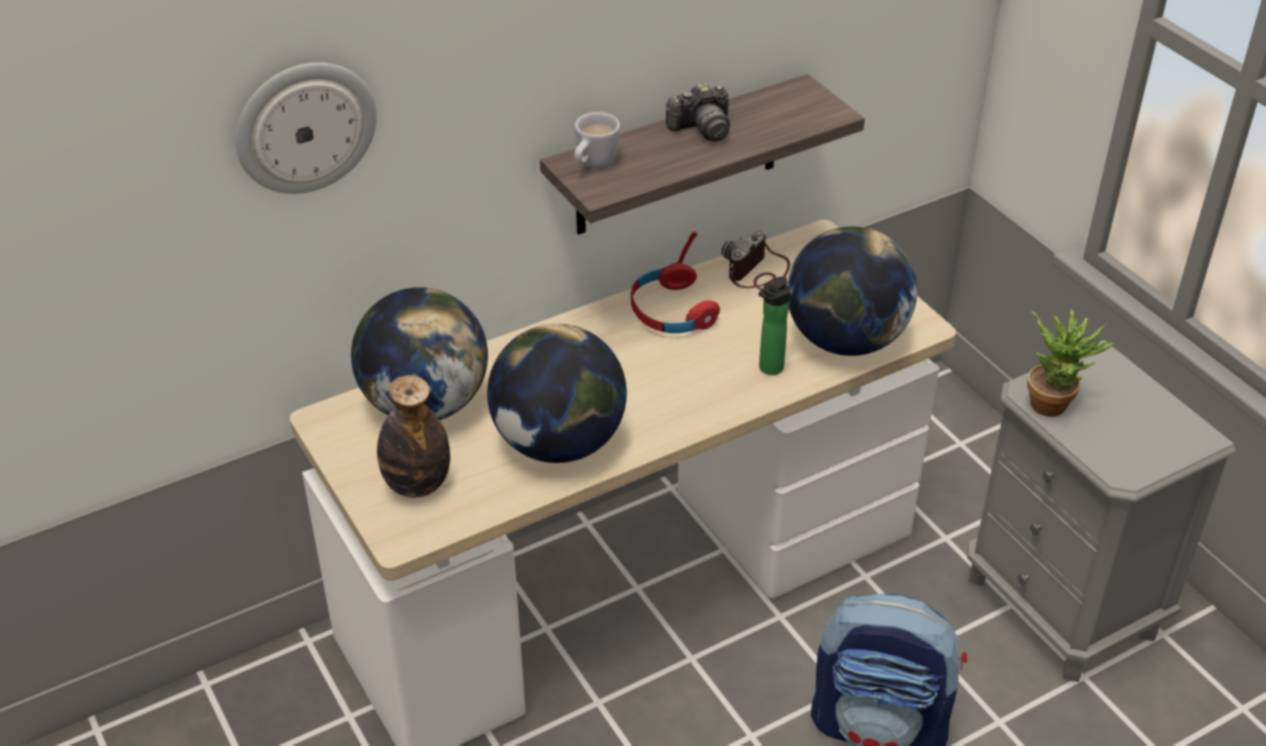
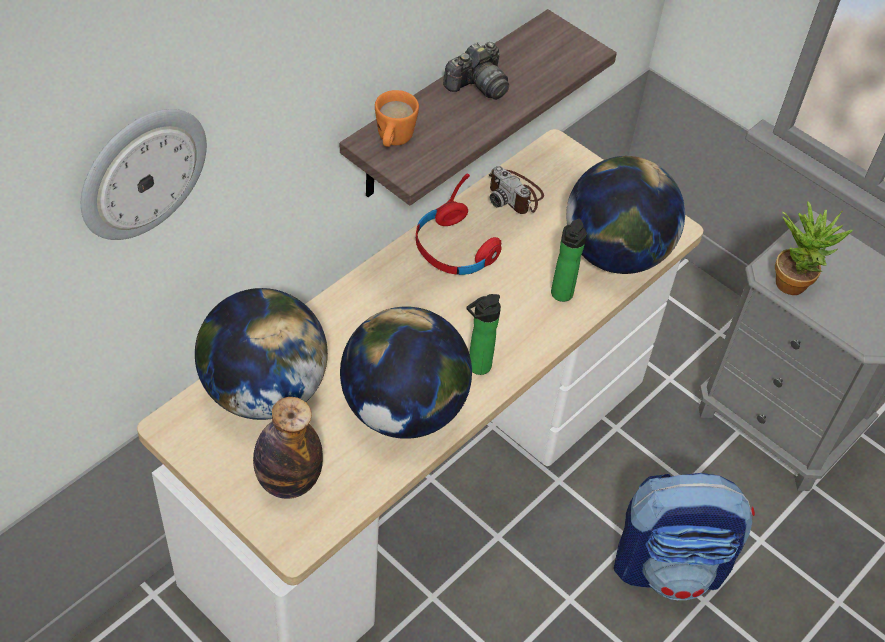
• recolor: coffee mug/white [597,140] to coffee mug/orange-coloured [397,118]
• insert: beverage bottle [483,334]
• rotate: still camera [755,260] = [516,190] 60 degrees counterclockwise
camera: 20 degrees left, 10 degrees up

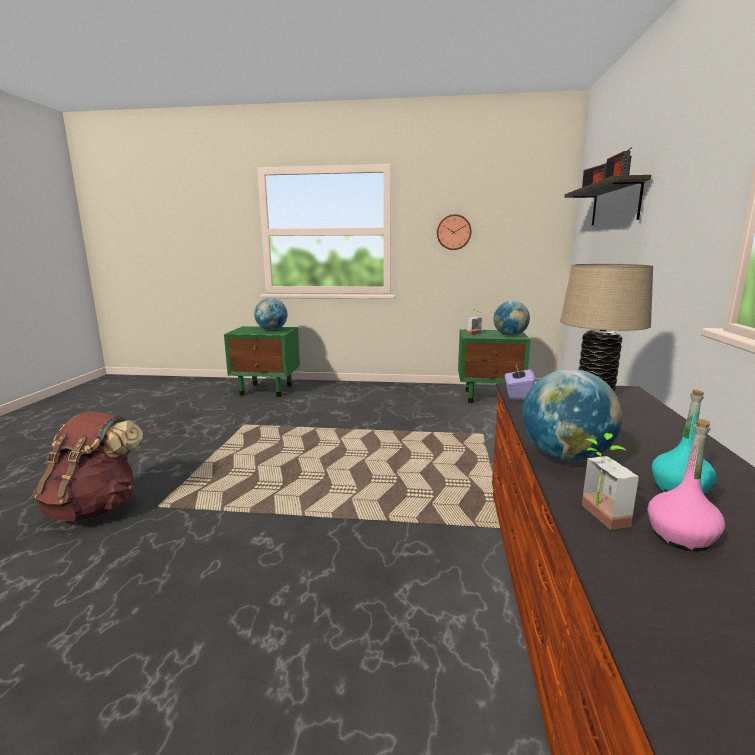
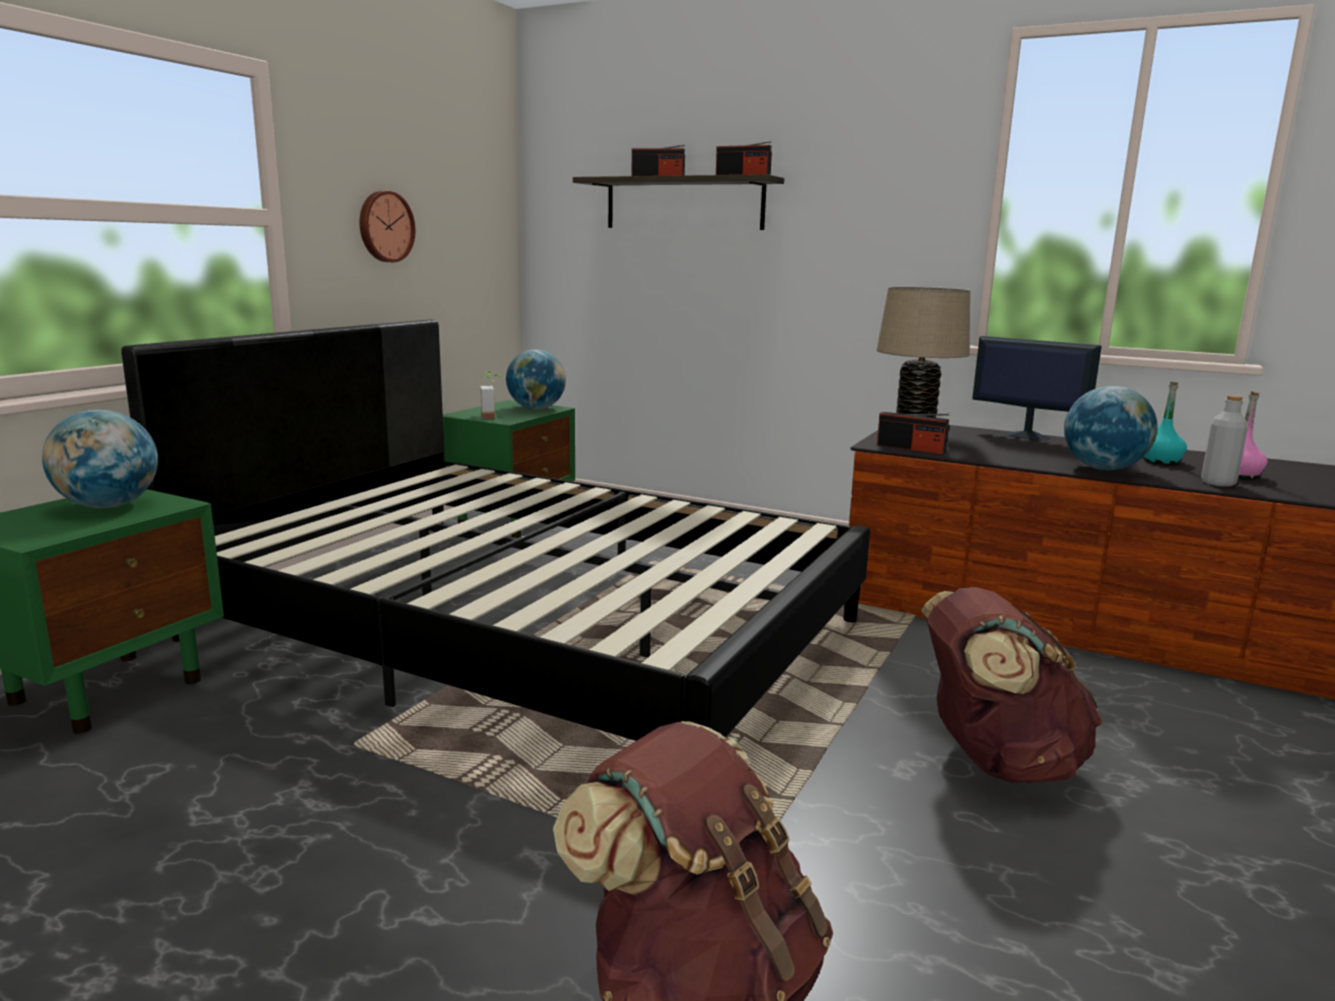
• insert: bedroom bed/black [495,530]
• replace: box of tissues/purple [520,382] to radio [913,433]
• insert: knapsack/brown-coloured [1012,685]
• insert: computer screen [1037,388]
• replace: houseplant [610,481] to beverage bottle/grey [1224,441]
camera: 70 degrees left, 0 degrees up

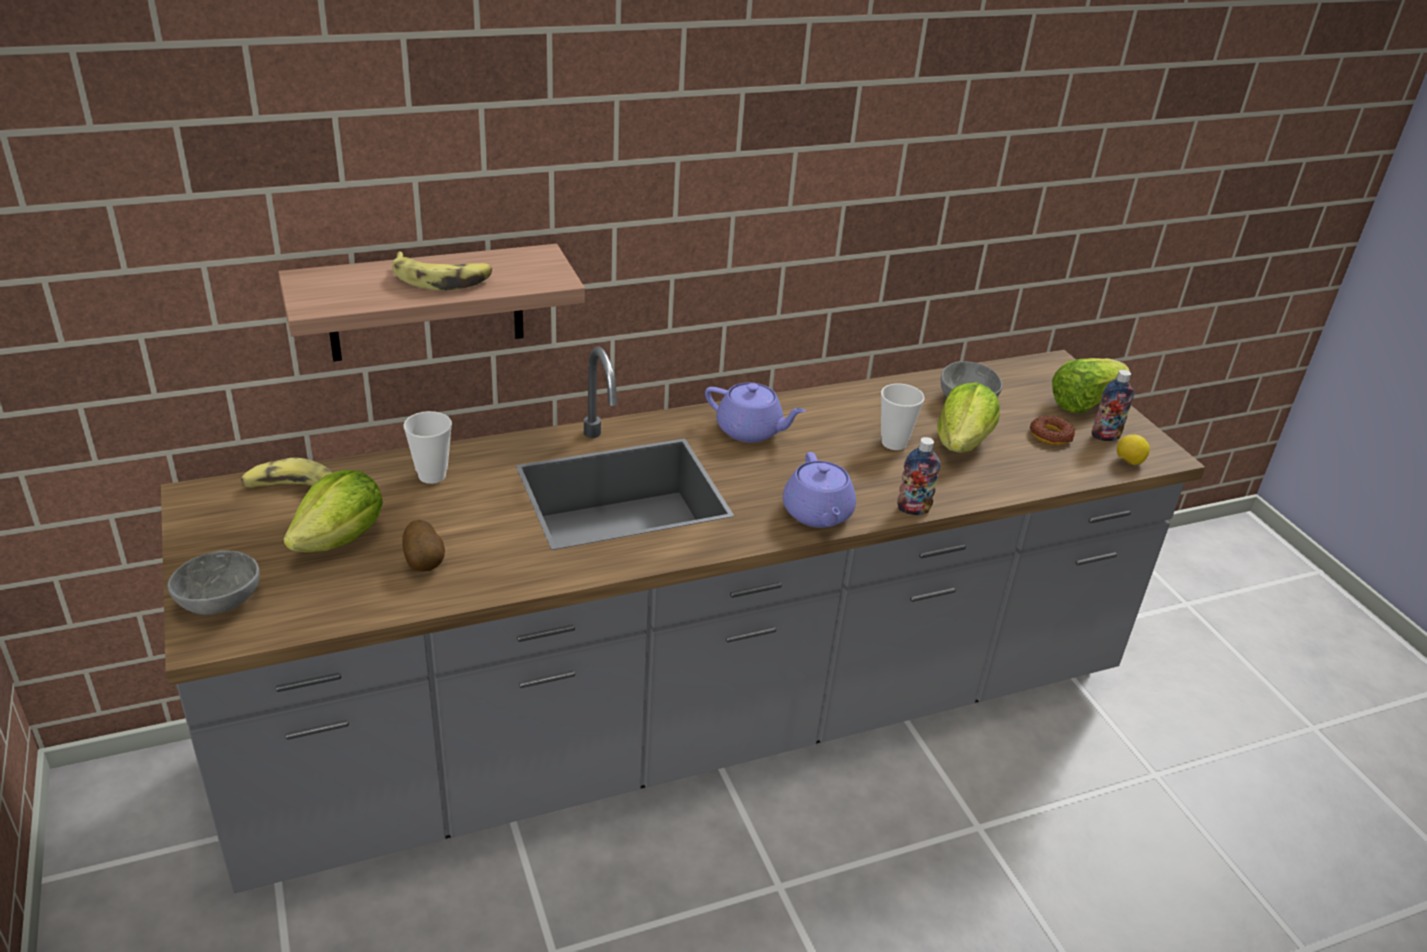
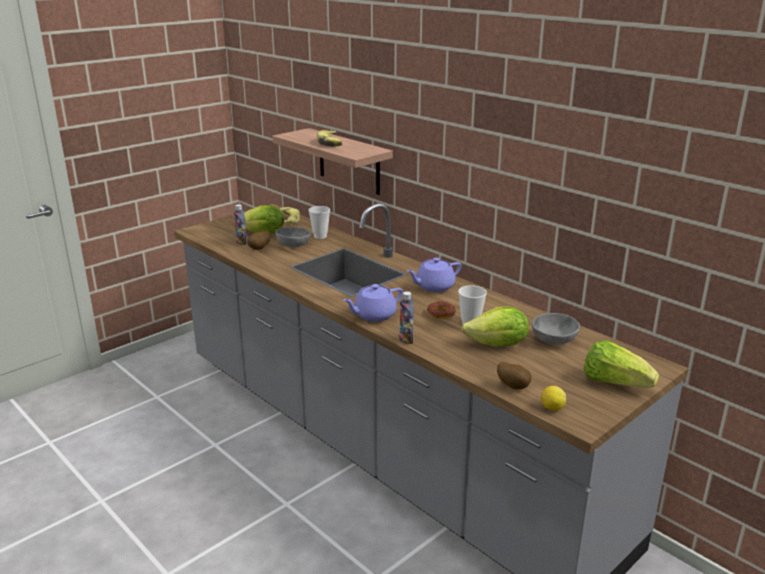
• move: beverage bottle [1113,405] to [240,224]
• move: serving bowl/grey [213,582] to [293,237]
• rotate: pot for tea/purple [755,413] = [434,275] 60 degrees clockwise
• move: doughnut [1052,430] to [441,310]
• insert: spud [514,376]
camera: 70 degrees right, 10 degrees down

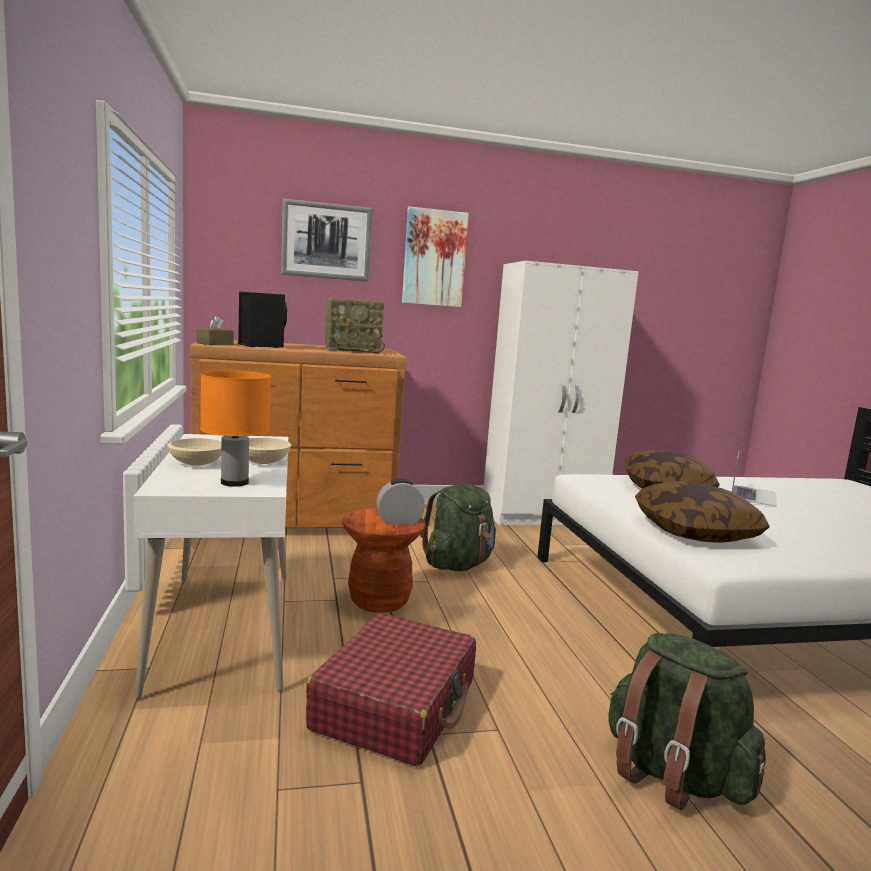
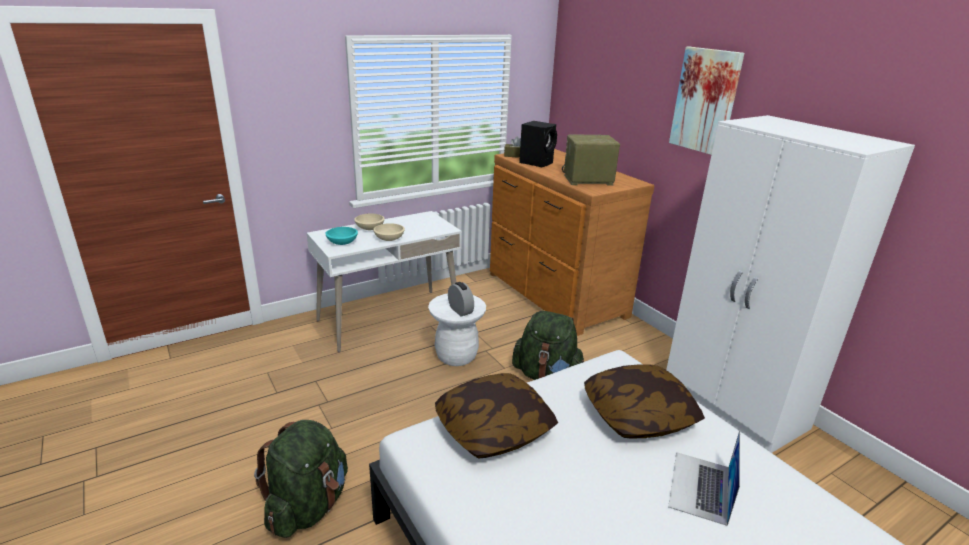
• replace: lamp for a table/orange-coloured [235,429] to serving bowl/turquoise-coloured [341,236]
• recolor: stool/brown-coloured [384,560] to stool/white [457,330]
• rotate: radio [355,326] = [591,159] 120 degrees clockwise
• rotate: laptop [754,478] = [704,478] 105 degrees clockwise
• delete: wall art [327,240]
• delete: piece of luggage/red [391,690]
camera: 70 degrees right, 15 degrees up

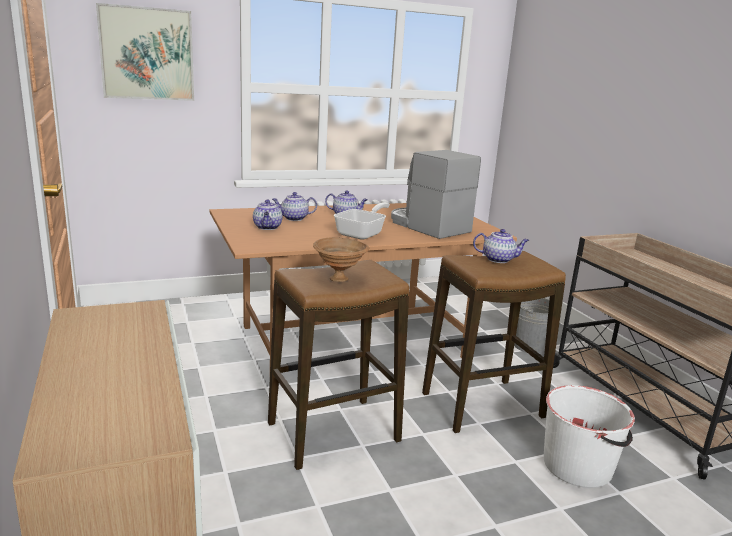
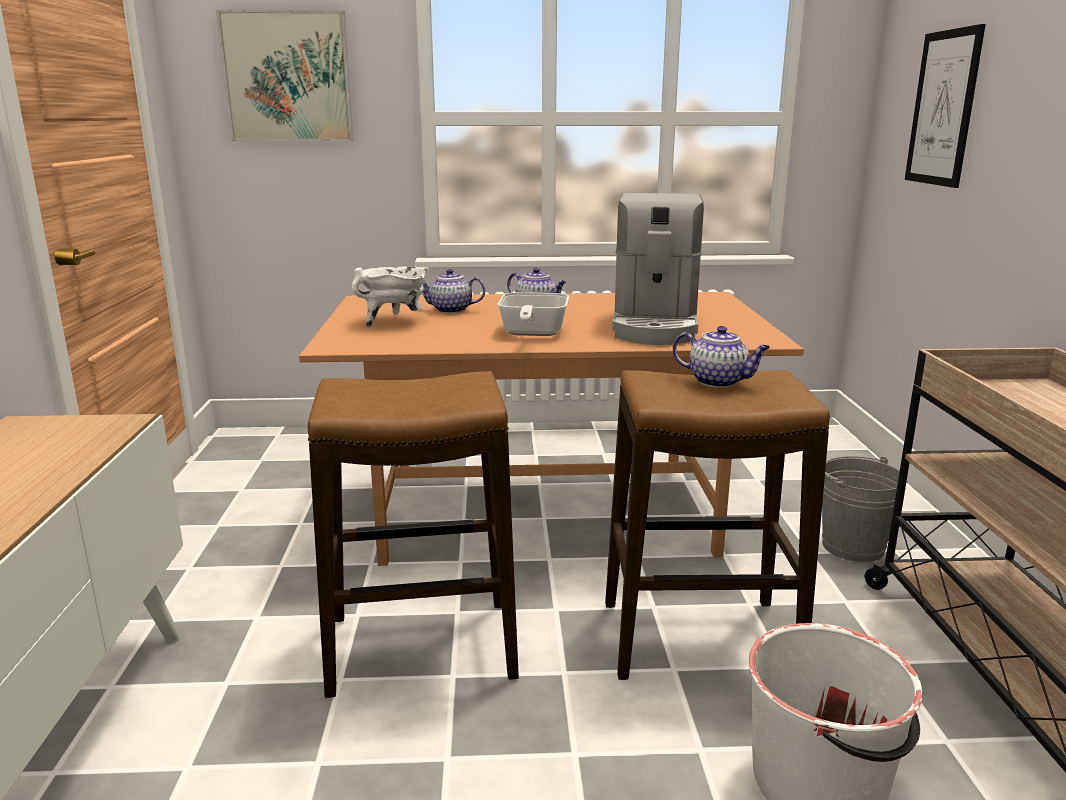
• replace: pot for tea [268,215] to saucepot/white [390,297]
• rotate: skillet [362,221] = [533,314] 135 degrees clockwise
• rotate: coffee maker [436,194] = [658,269] 150 degrees counterclockwise
• insert: wall art [945,106]
• delete: serving bowl/brown-coloured [341,259]
camera: 20 degrees right, 0 degrees up

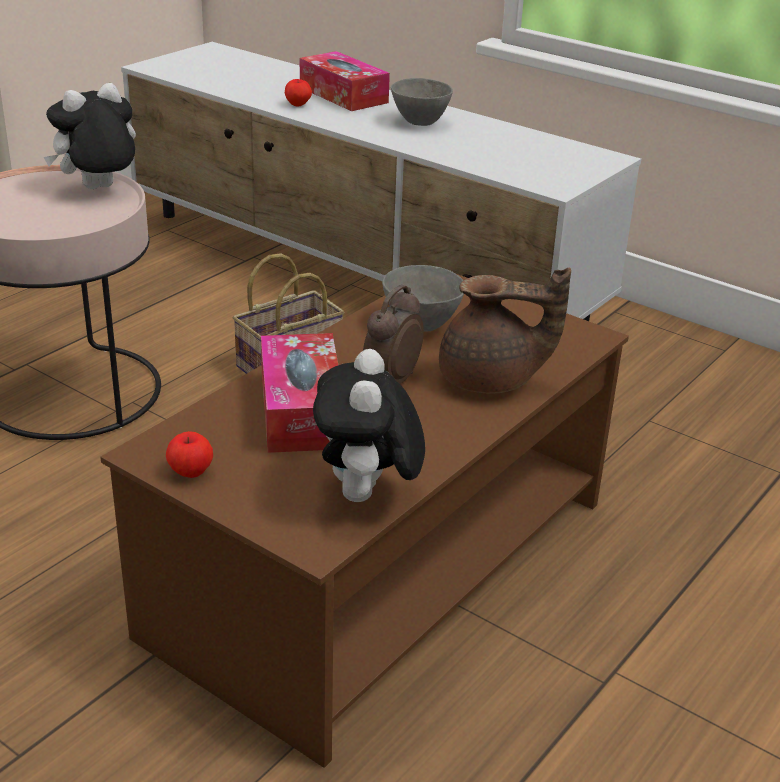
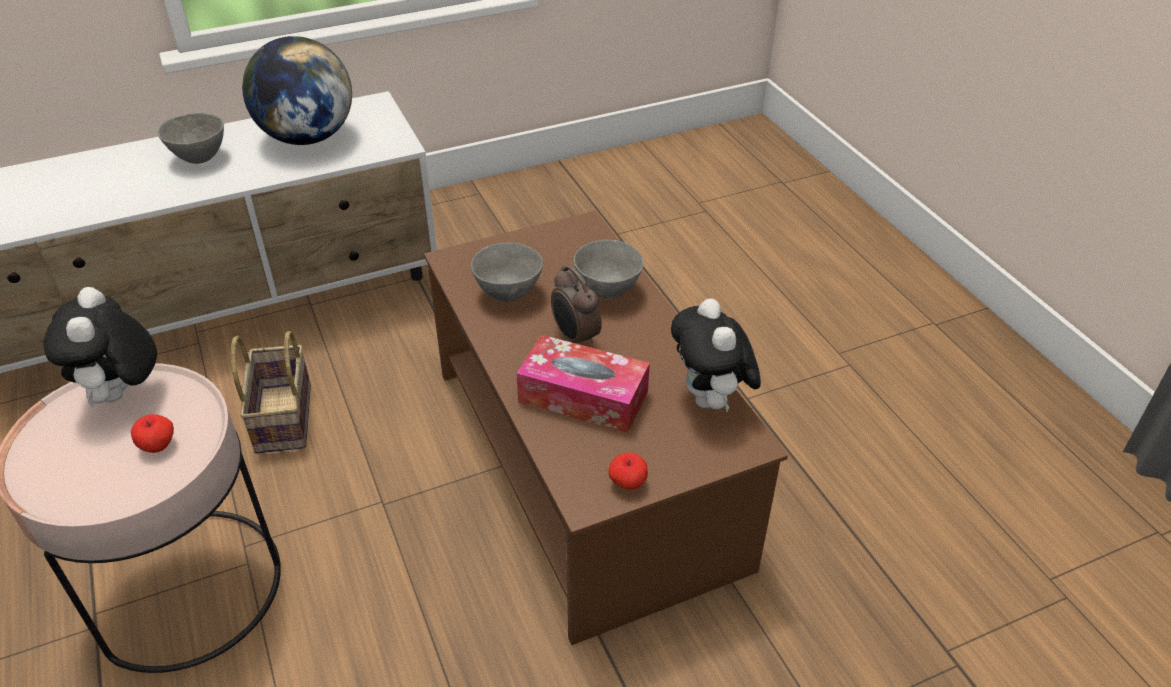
• move: apple fruit [298,93] to [152,433]
• insert: desk globe [297,90]
• replace: pot for tea/brown-coloured [505,330] to serving bowl/grey [608,269]
• rotate: plush toy [369,425] = [716,355] 45 degrees clockwise
• delete: box of tissues [345,81]
camera: 60 degrees left, 10 degrees up

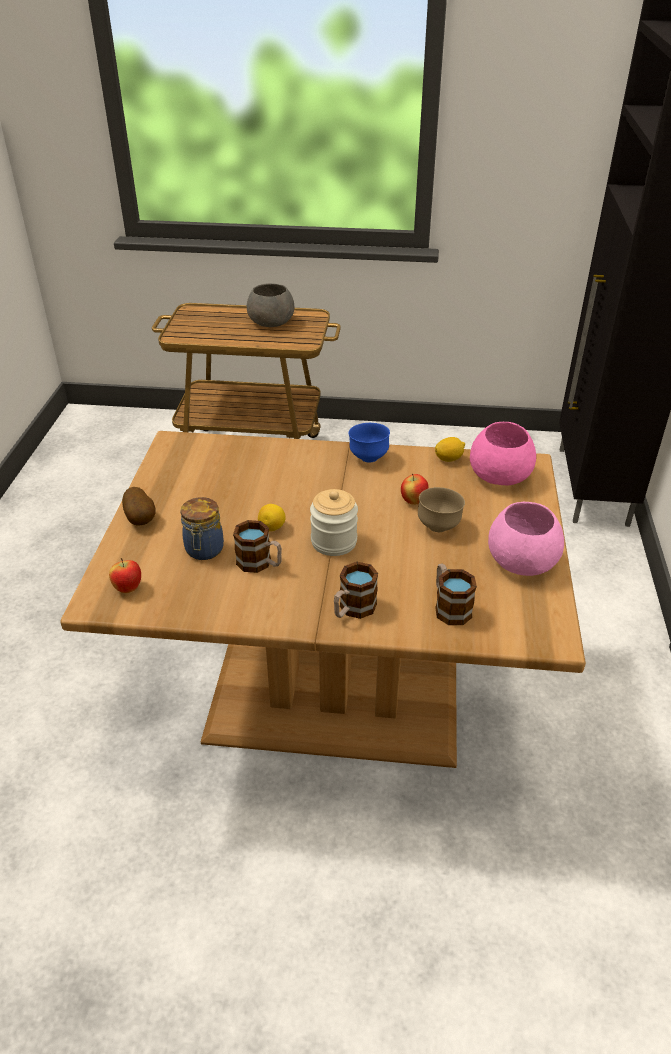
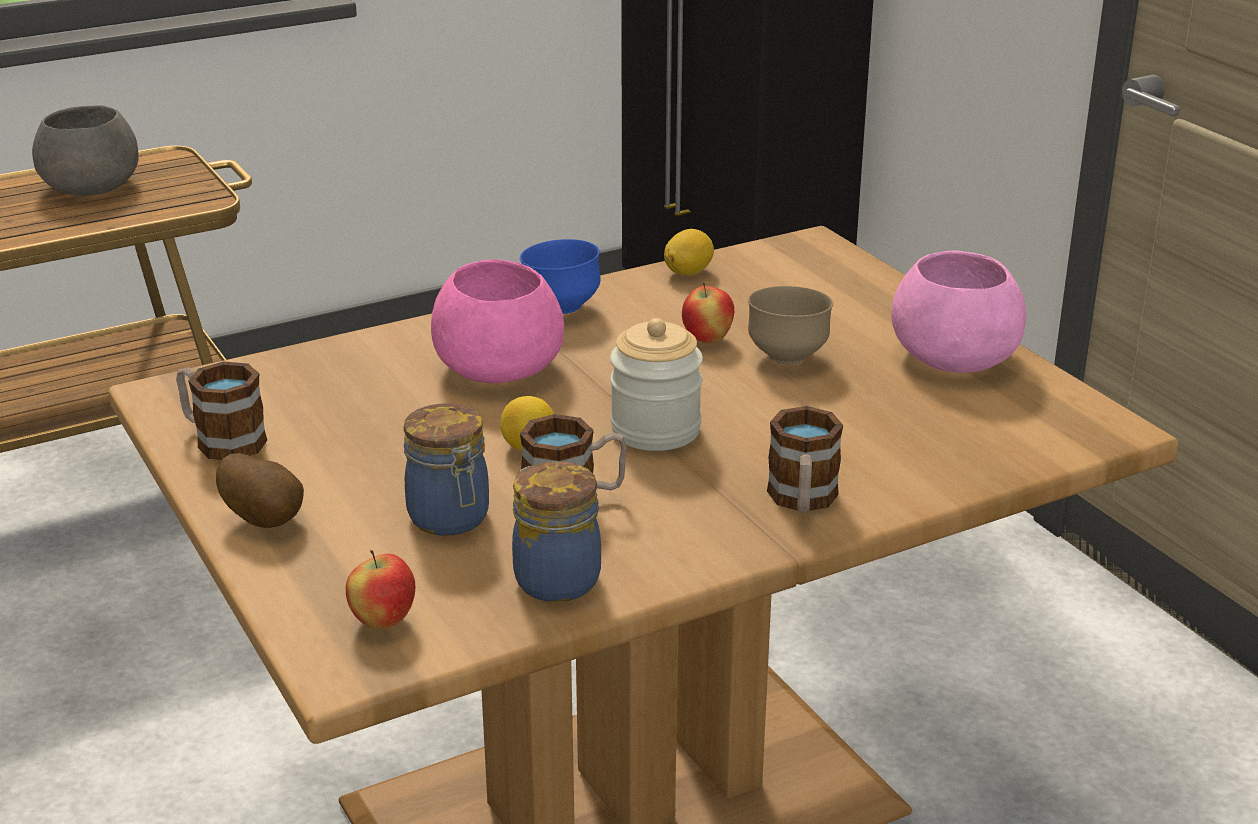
• move: coffee mug [456,594] to [221,410]
• move: serving bowl/pink [503,453] to [497,321]
• insert: jar [556,531]
camera: 35 degrees left, 10 degrees down

